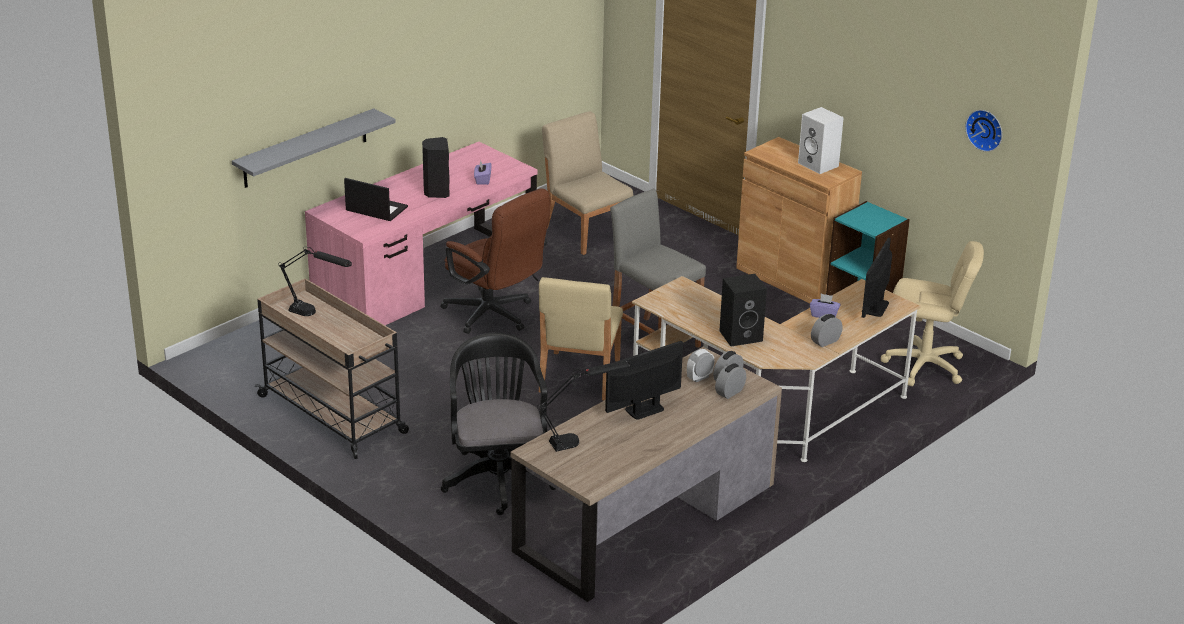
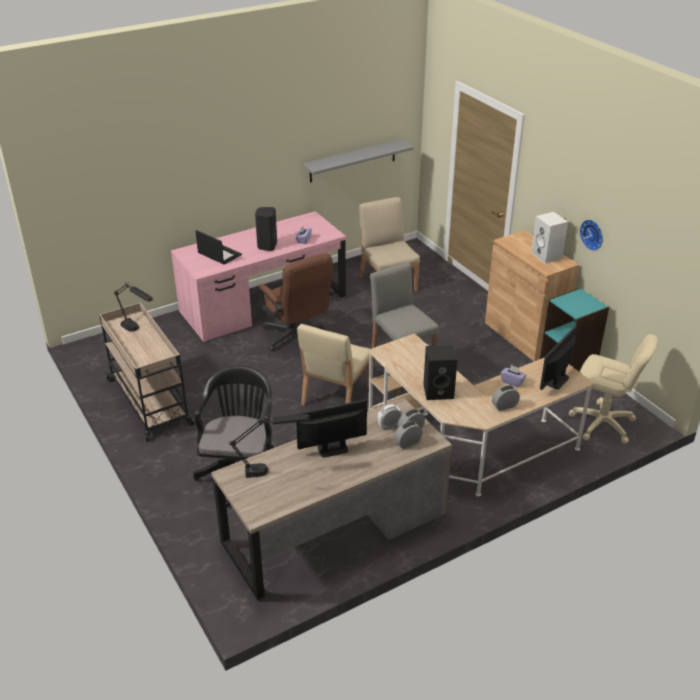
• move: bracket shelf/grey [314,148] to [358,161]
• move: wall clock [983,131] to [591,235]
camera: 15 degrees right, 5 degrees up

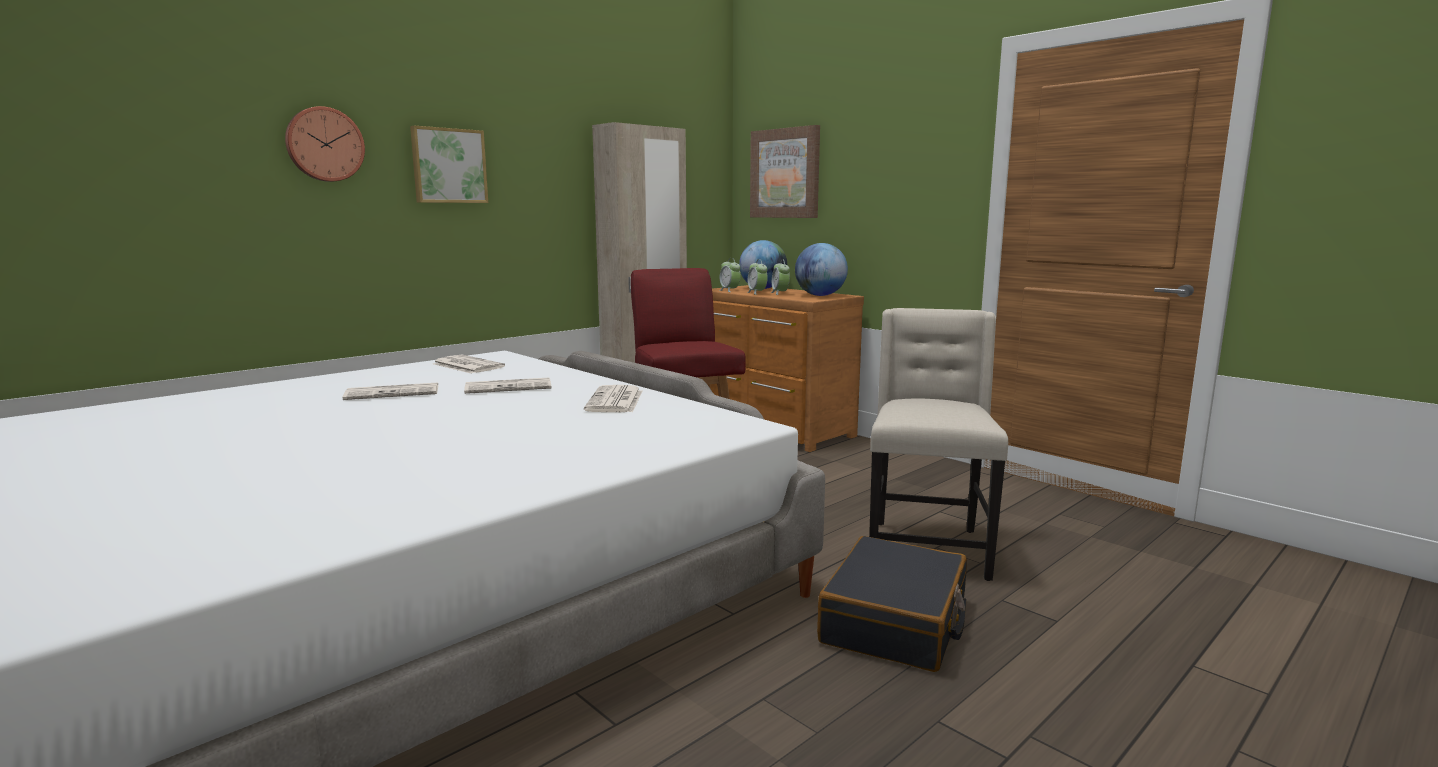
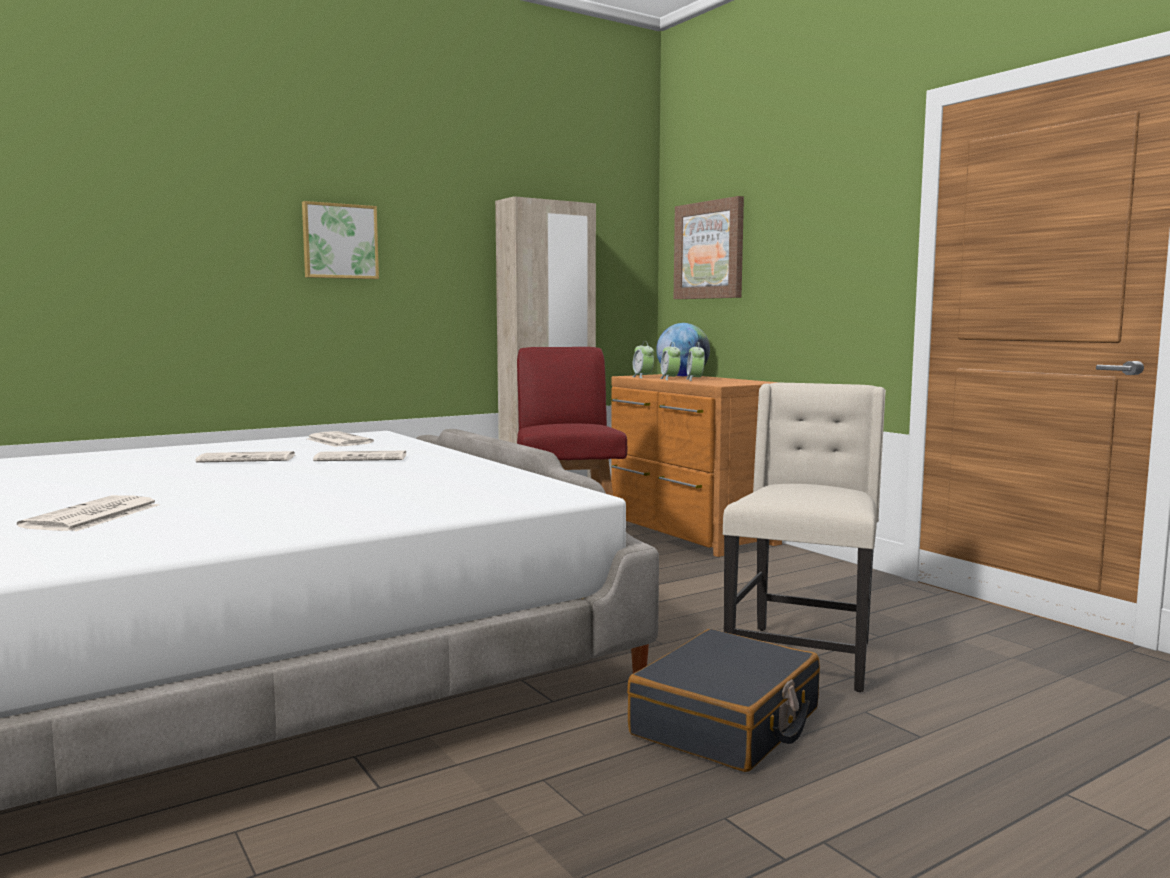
• move: printed paper [613,398] to [88,513]
• delete: wall clock [325,144]
• delete: desk globe [821,269]
camera: 10 degrees right, 5 degrees down

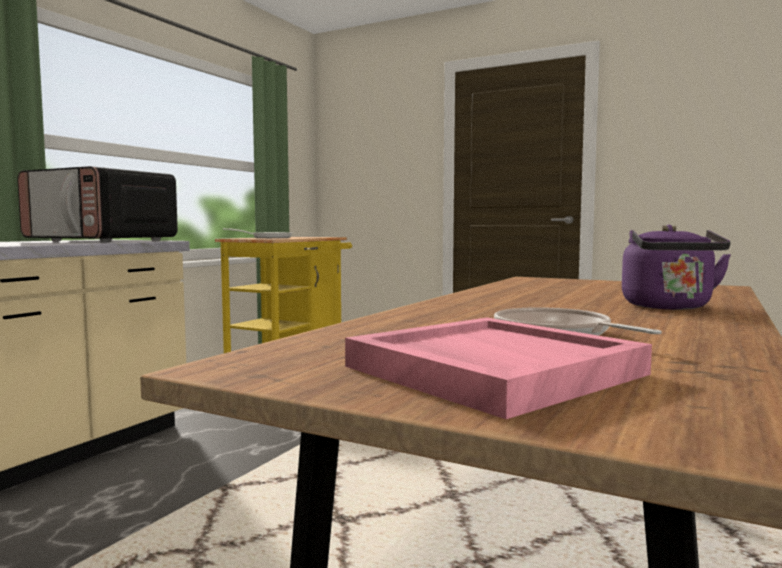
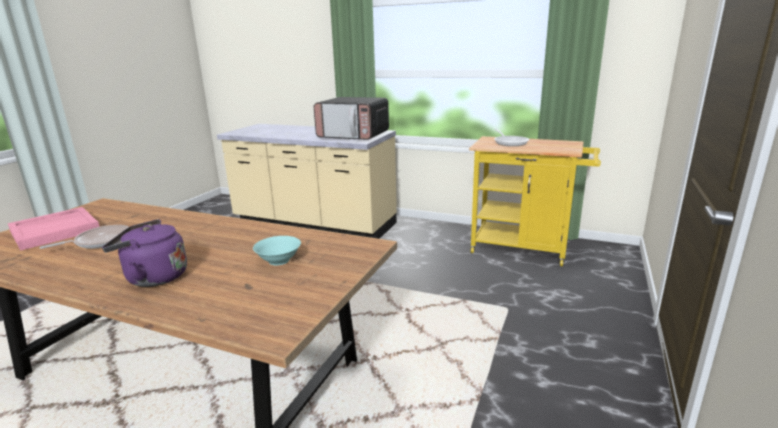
• insert: serving bowl/turquoise-coloured [277,250]
• rotate: kitchen microwave [97,204] = [351,118] 90 degrees counterclockwise
camera: 85 degrees right, 15 degrees up

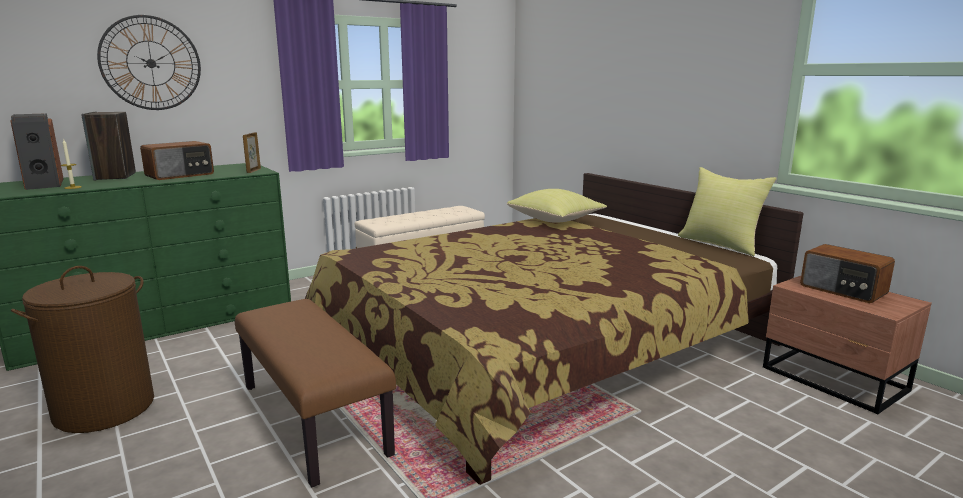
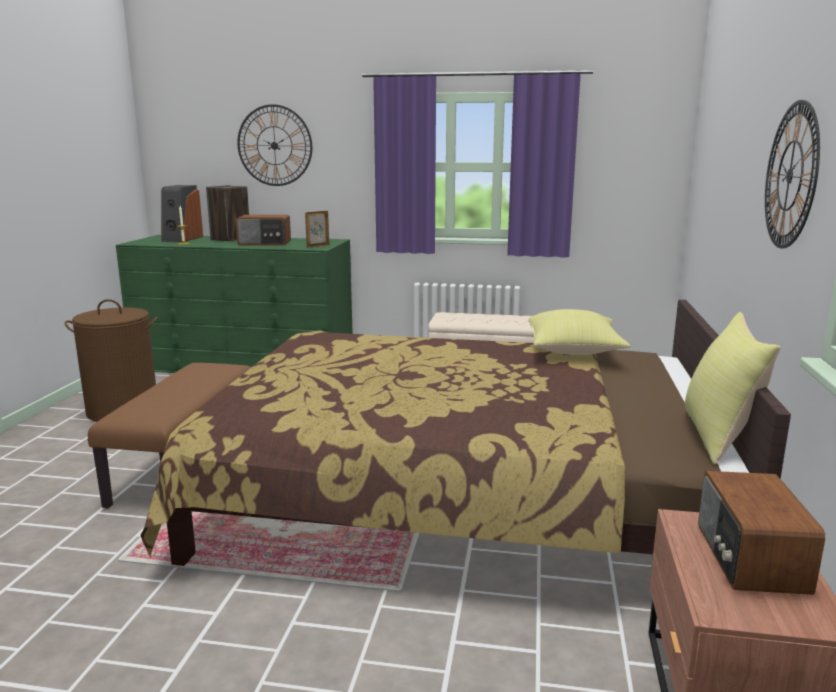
• insert: wall clock [792,174]
camera: 45 degrees right, 0 degrees up

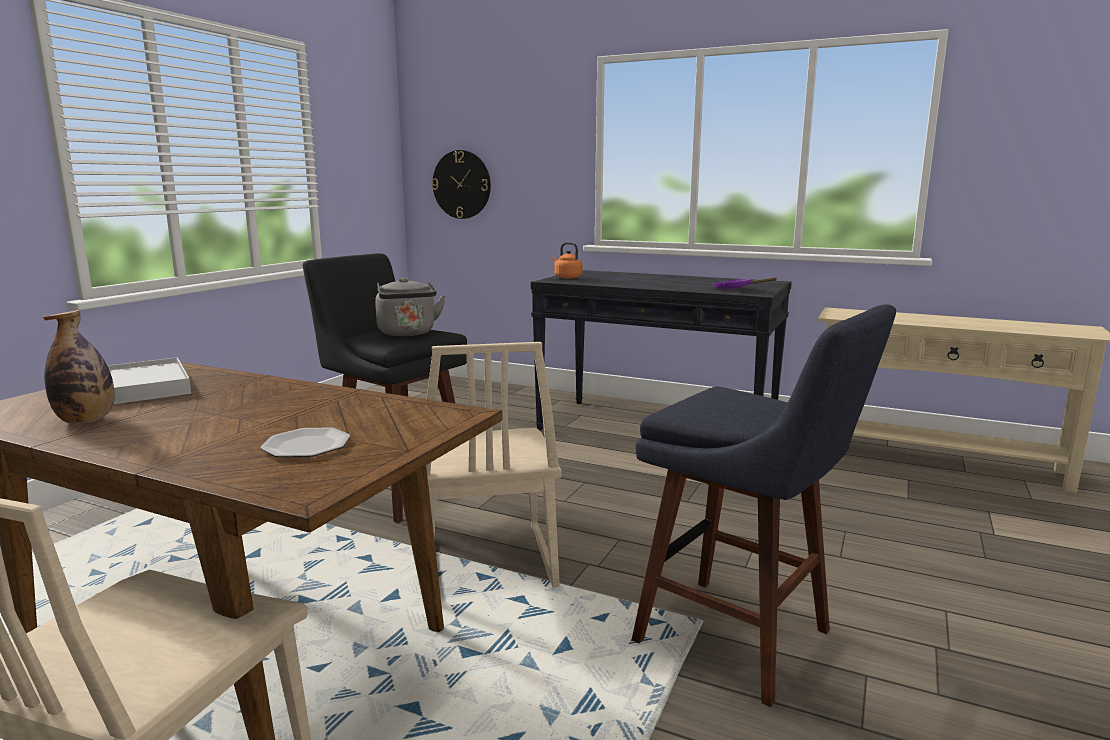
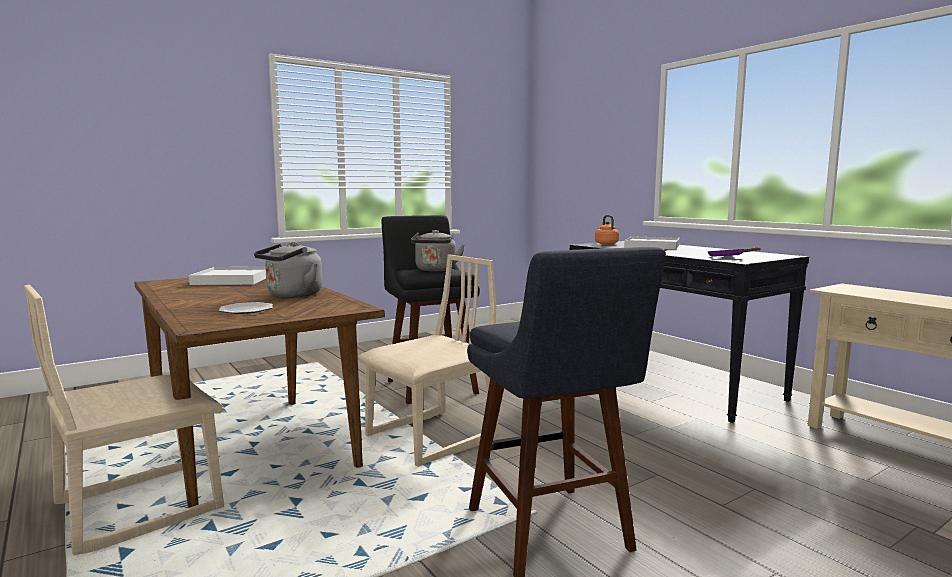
• insert: water kettle/grey [288,269]
• rotate: plain chair/beige [493,464] = [428,360] 150 degrees counterclockwise
• insert: carrying tray/white [652,243]
• delete: beverage bottle [79,367]
• delete: wall clock [461,184]
camera: 30 degrees right, 5 degrees down

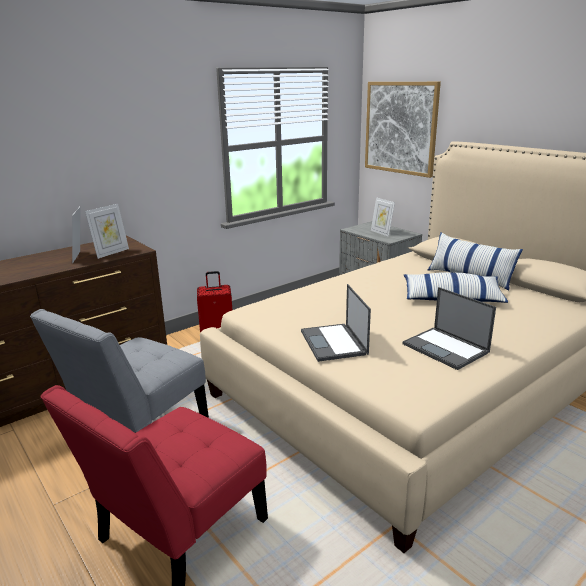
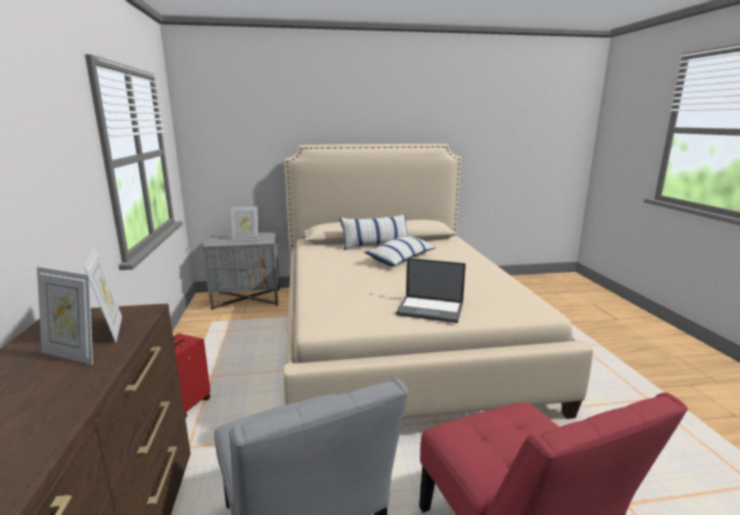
• delete: wall art [403,130]
• delete: laptop [449,328]
camera: 60 degrees left, 5 degrees down

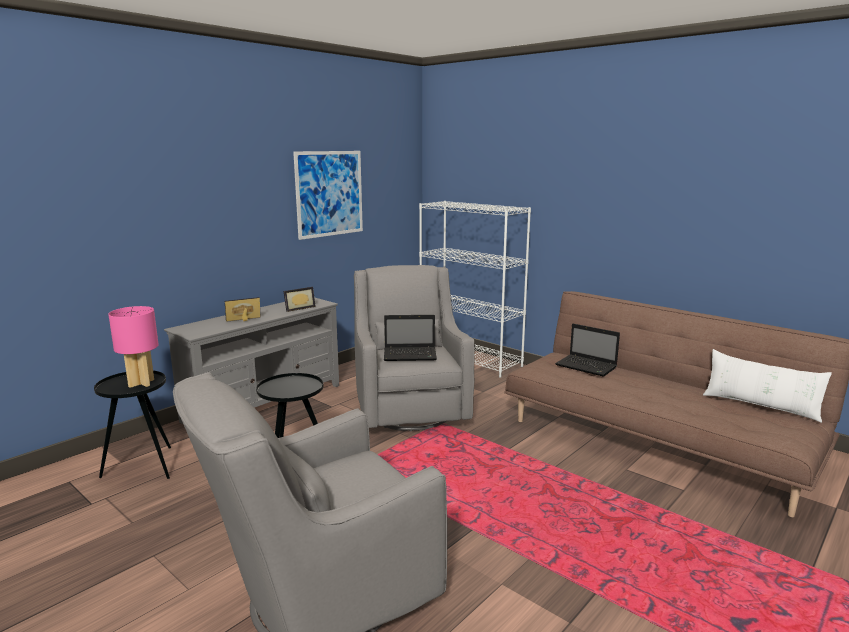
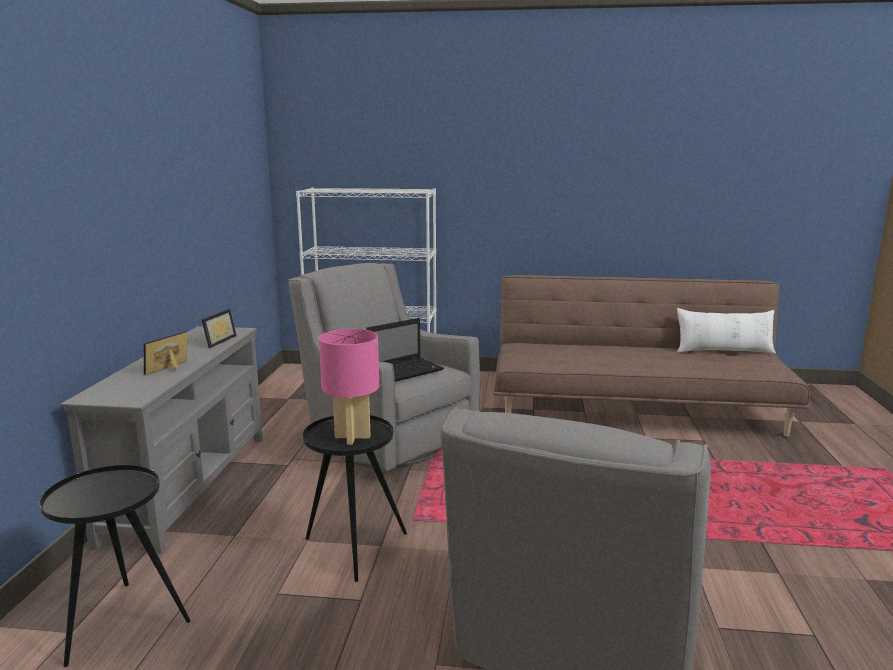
• move: lamp for a table/pink [133,347] to [349,387]
• delete: wall art [328,195]
• delete: laptop [587,350]
camera: 35 degrees left, 0 degrees up

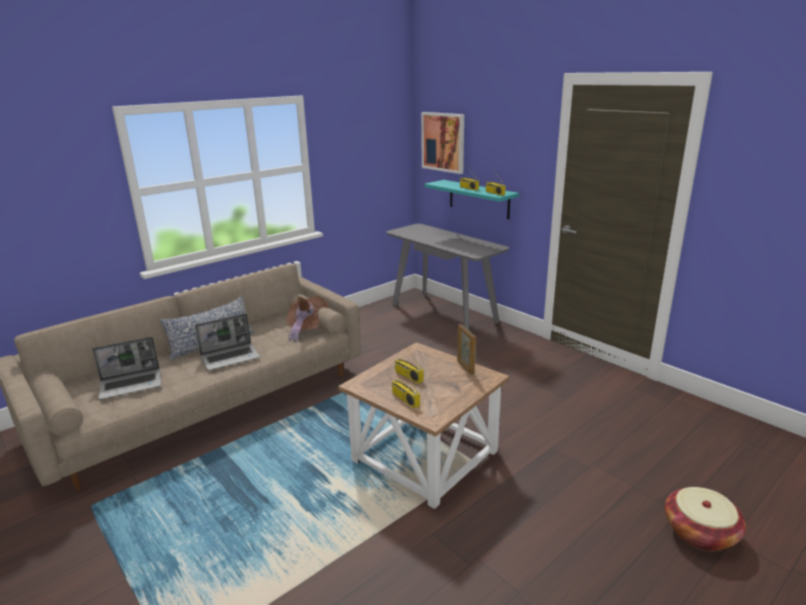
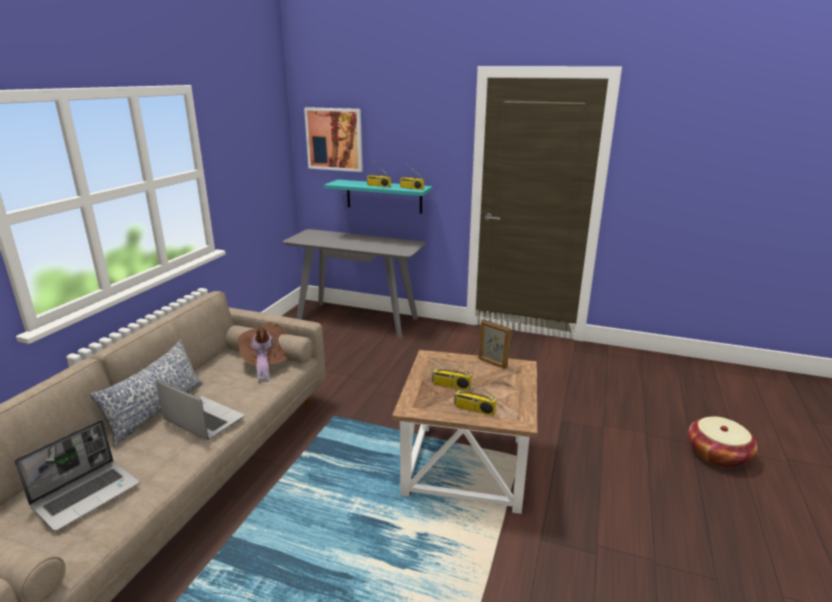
• rotate: laptop [227,341] = [200,410] 90 degrees counterclockwise
camera: 30 degrees left, 0 degrees up

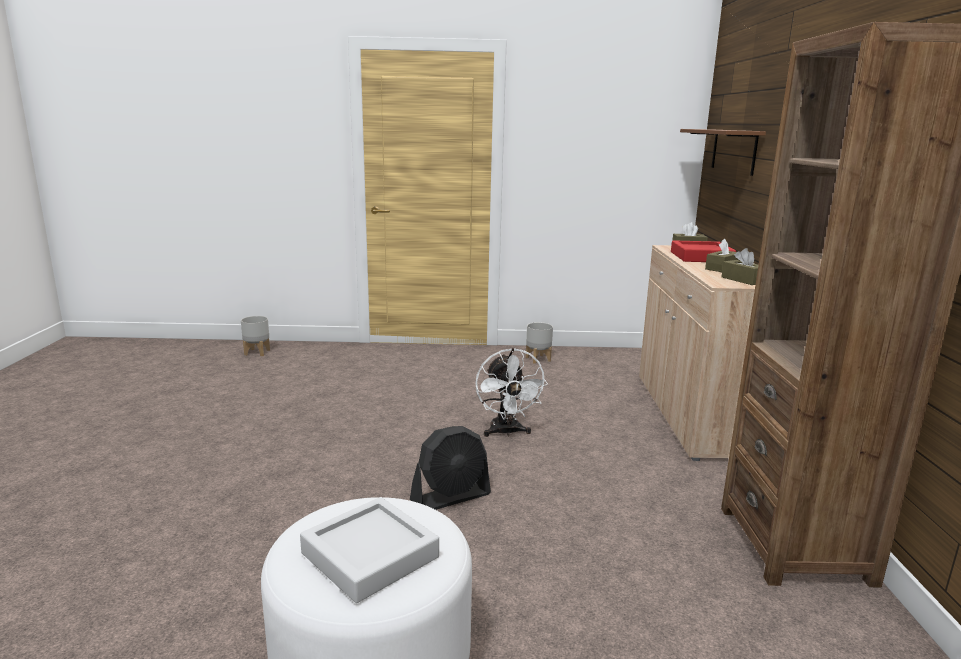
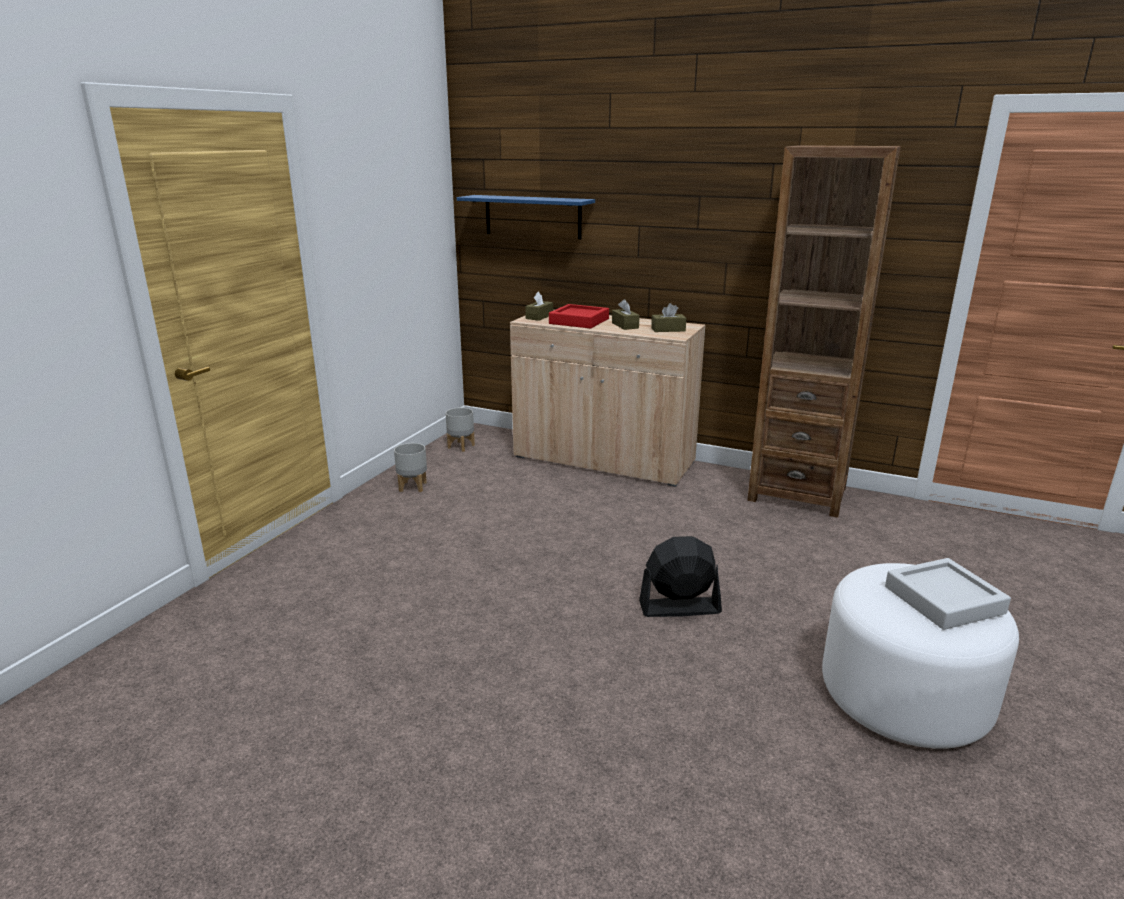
• move: plant pot/grey [255,336] to [460,429]
• recolor: bracket shelf/brown-coloured [723,152] to bracket shelf/blue-coloured [526,217]
• rotate: cooling fan/black [450,468] = [680,576] 90 degrees counterclockwise
• delete: cooling fan/white [511,392]
camera: 65 degrees left, 5 degrees up

